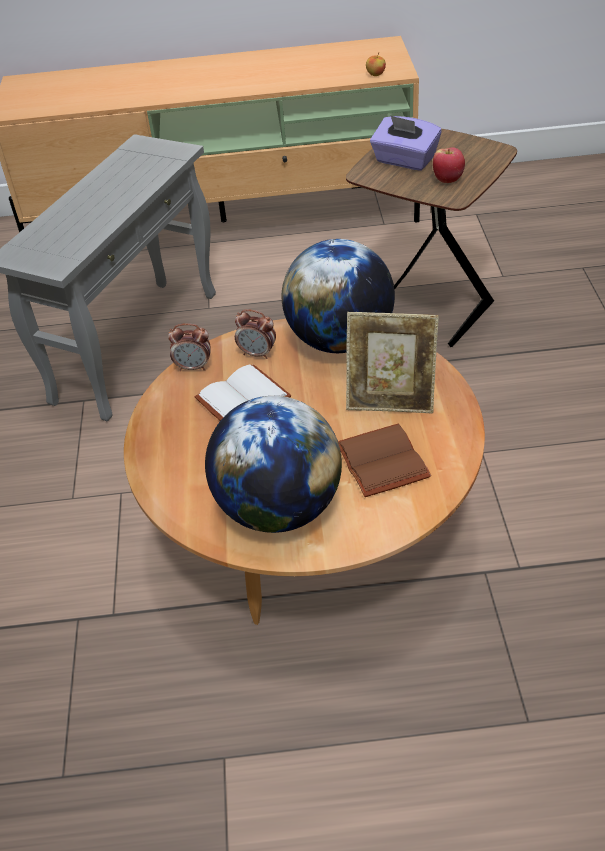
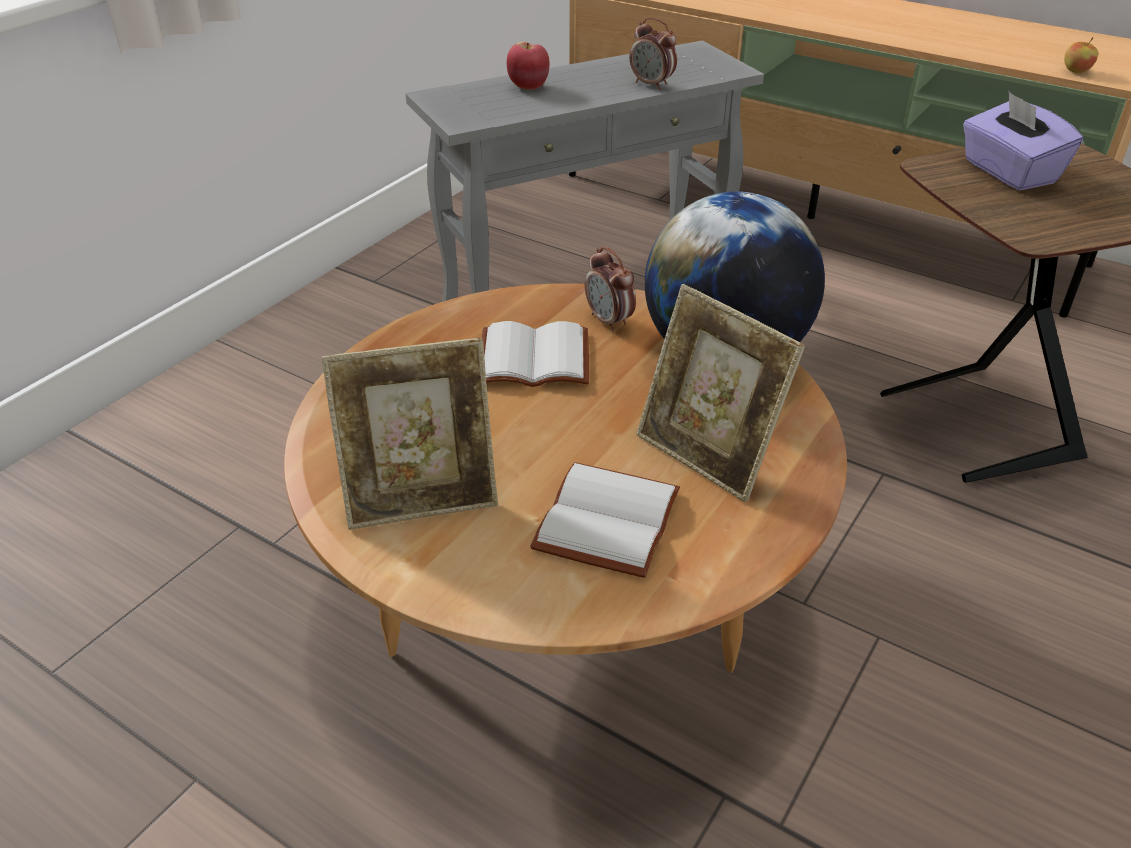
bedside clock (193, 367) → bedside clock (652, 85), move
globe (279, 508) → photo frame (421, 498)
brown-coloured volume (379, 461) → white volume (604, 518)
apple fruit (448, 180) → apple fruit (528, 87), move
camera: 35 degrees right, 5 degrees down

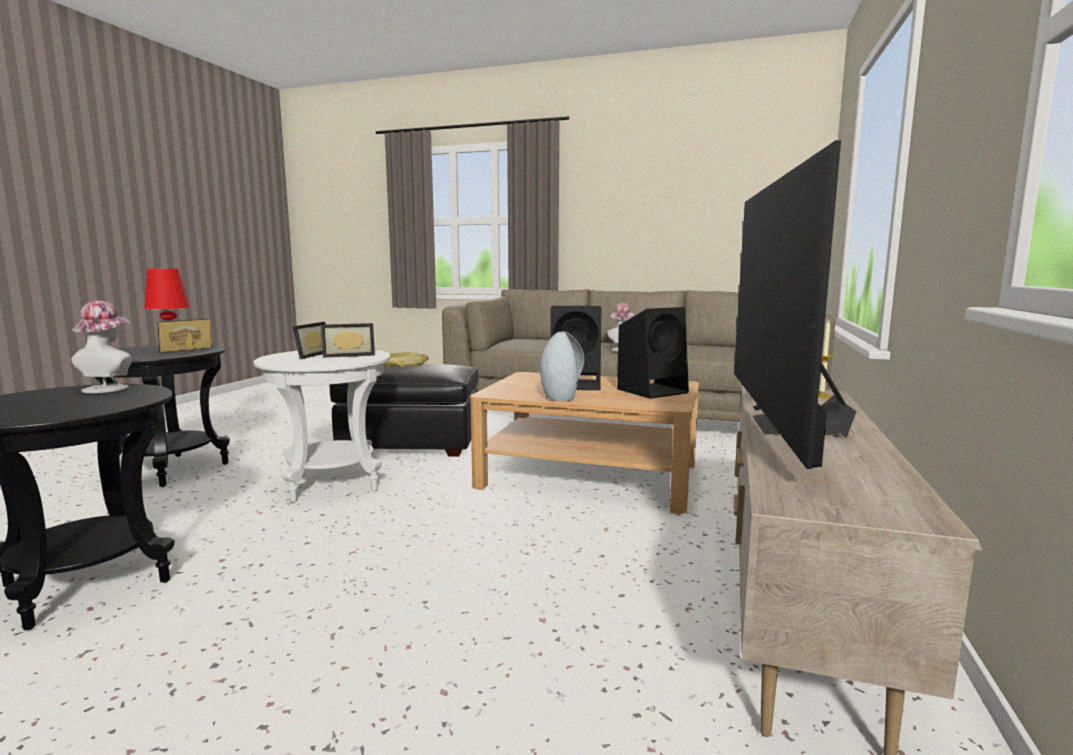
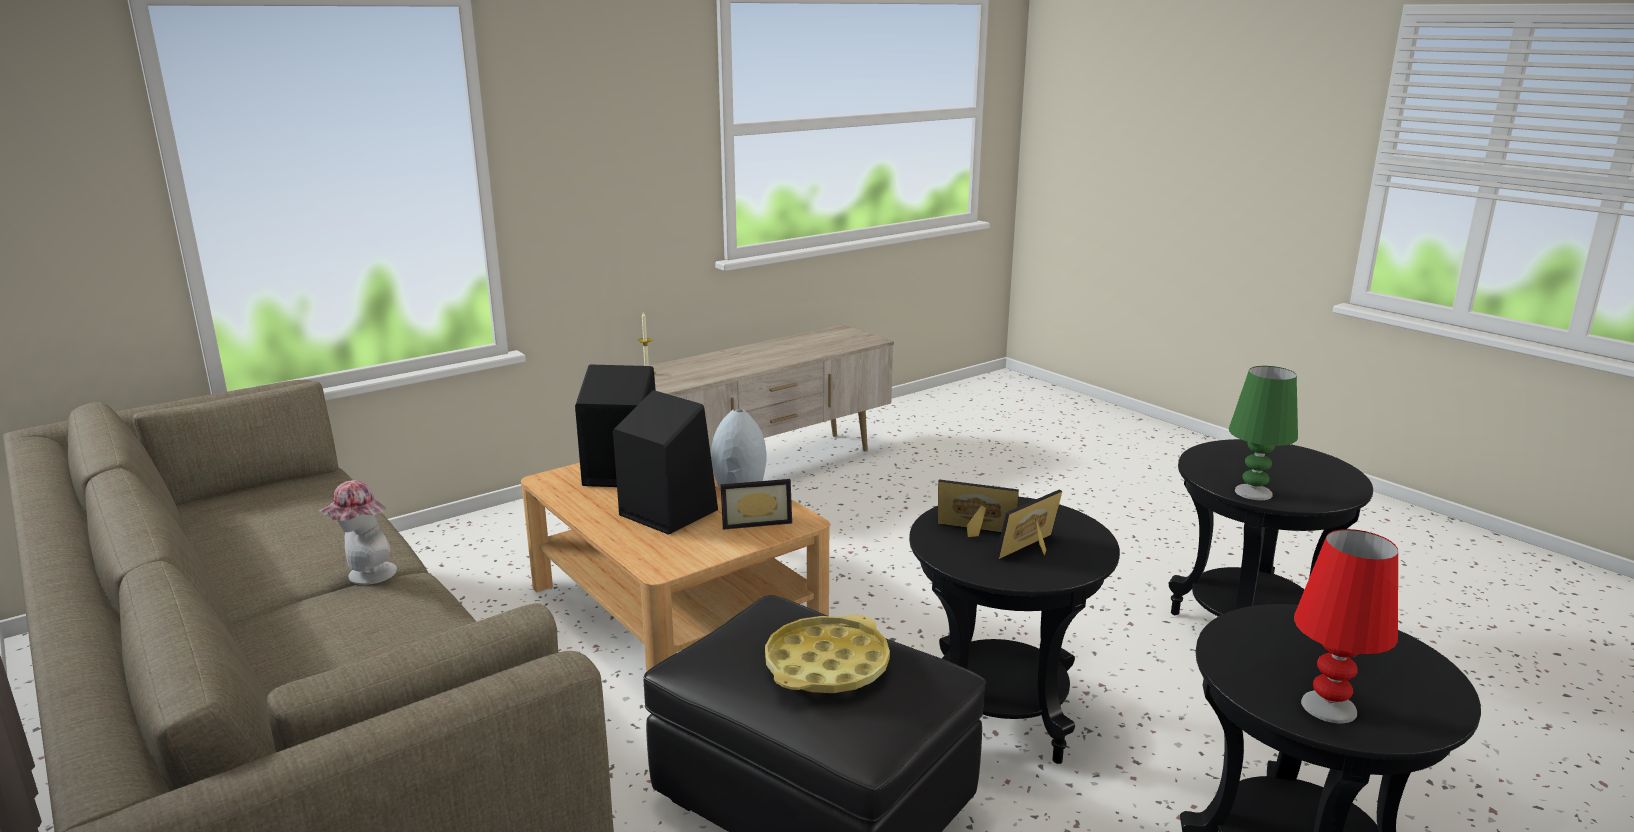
hat (109, 388) → green tabletop lamp (1254, 492)
photo frame (188, 350) → photo frame (756, 521), move
white accent table (332, 483) → black-coloured accent table (1000, 718)
television (783, 426) → -
camera: 145 degrees left, 10 degrees up

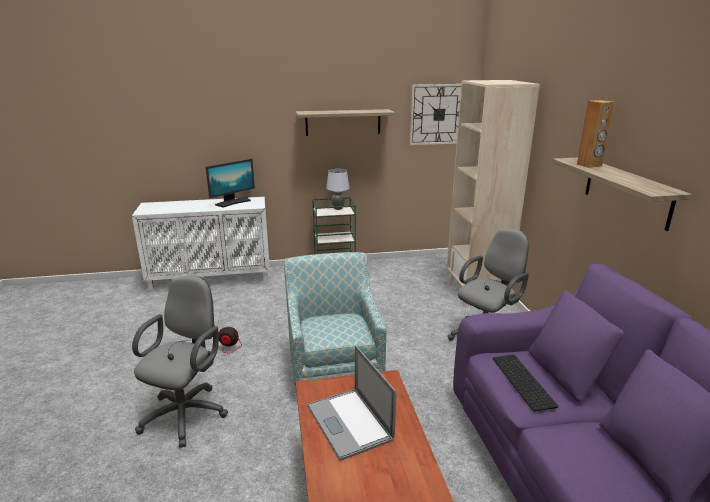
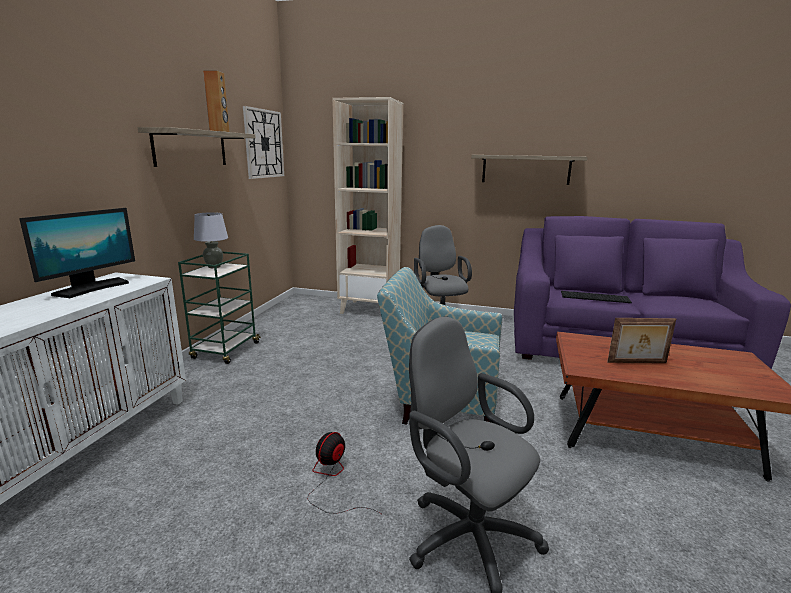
monitor (233, 202) → monitor (92, 288), 45 degrees clockwise
laptop (349, 422) → photo frame (637, 363)
brown-coloured audio speaker (589, 165) → brown-coloured audio speaker (220, 131), move
camera: 65 degrees left, 5 degrees down

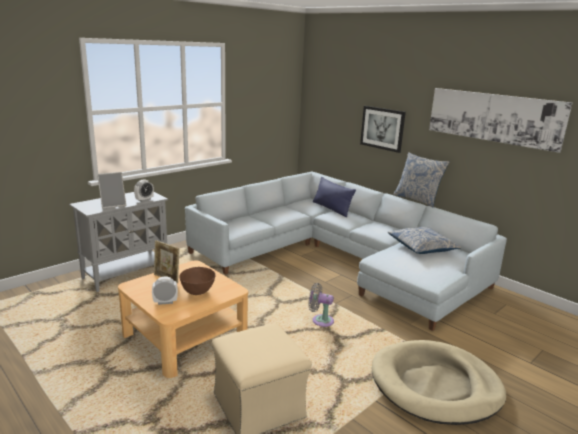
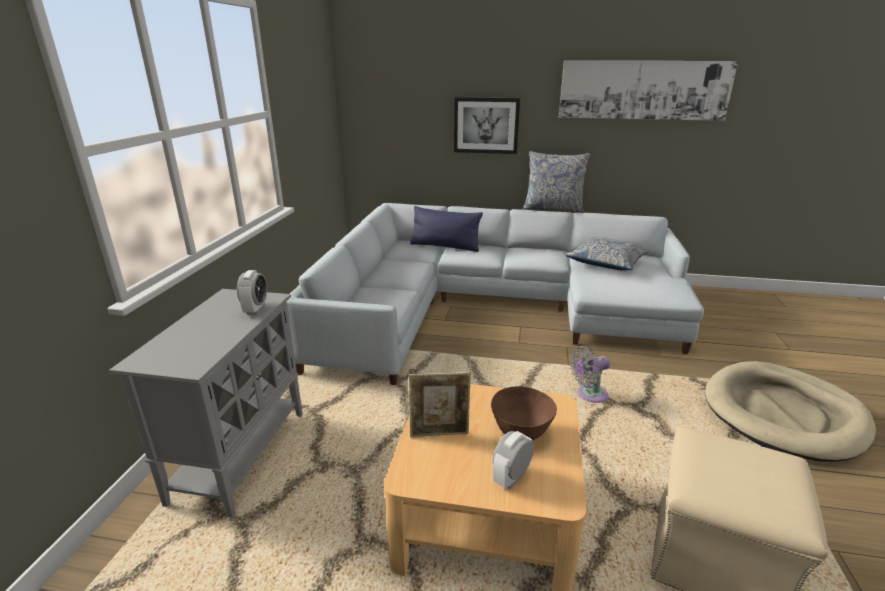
photo frame (113, 204) → -
camera: 35 degrees left, 5 degrees up

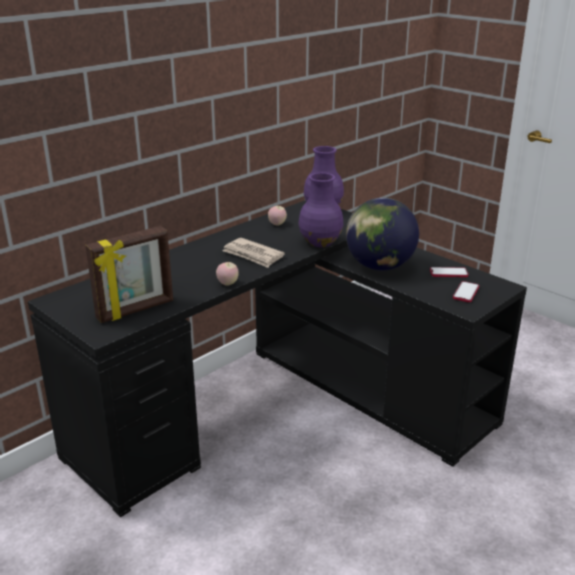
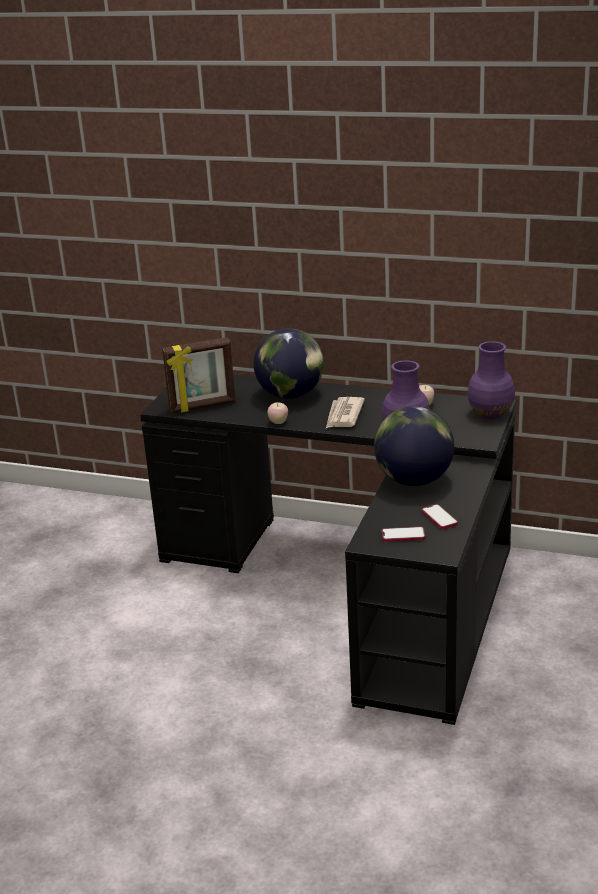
photo frame (136, 310) → photo frame (202, 406), 45 degrees counterclockwise
- → globe (291, 395)
camera: 65 degrees right, 0 degrees up

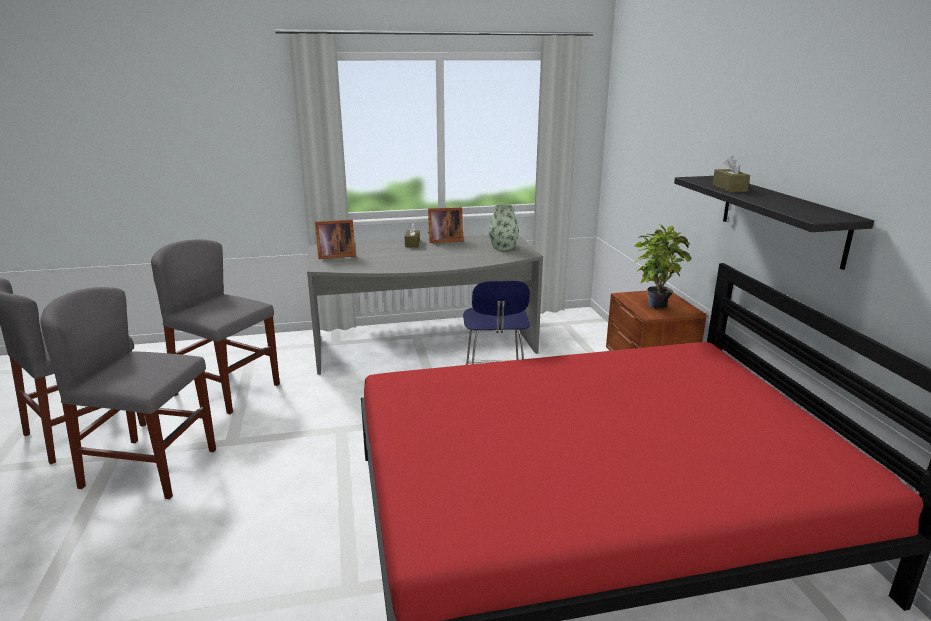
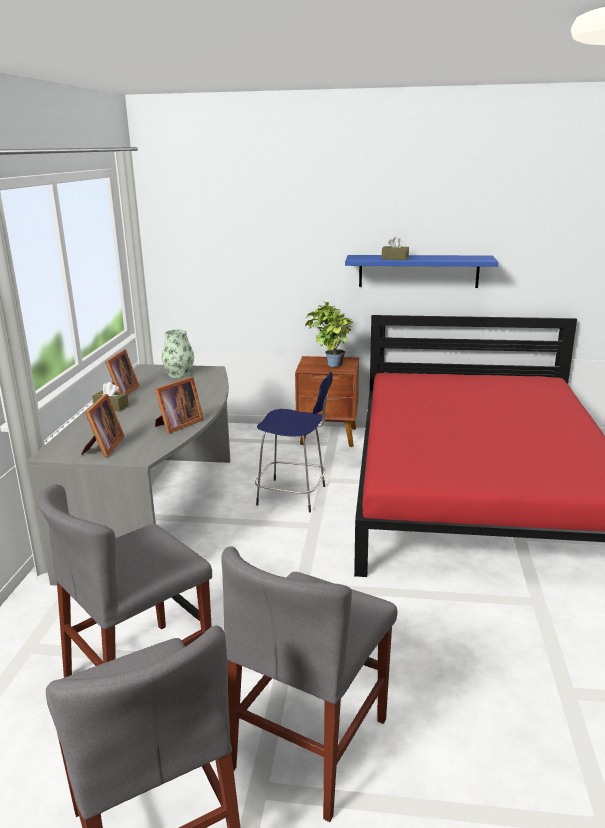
black-coloured shelf (781, 218) → blue-coloured shelf (418, 271)
- → photo frame (177, 425)
camera: 70 degrees left, 0 degrees up

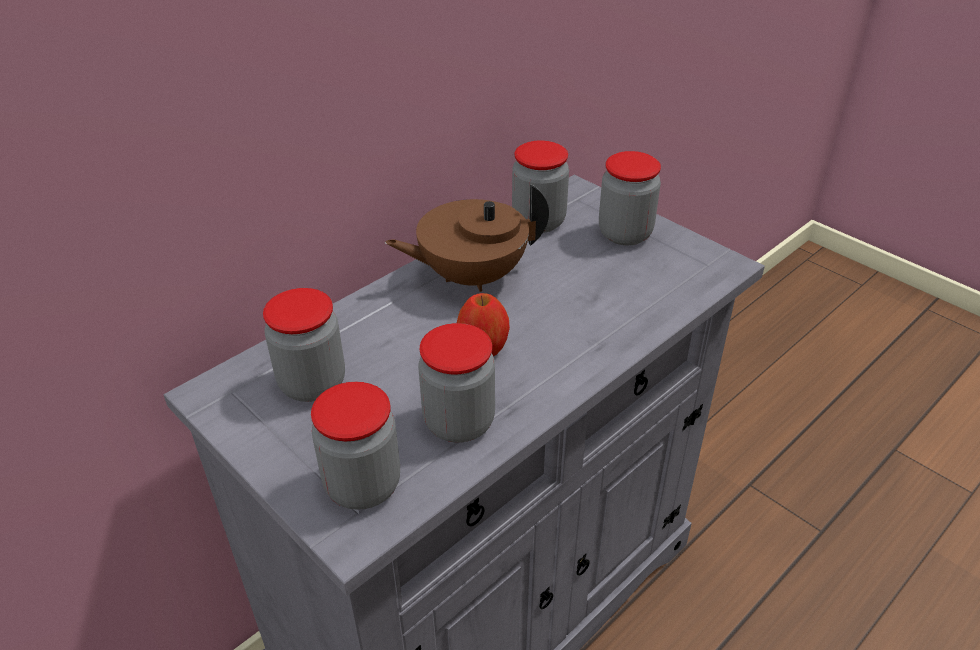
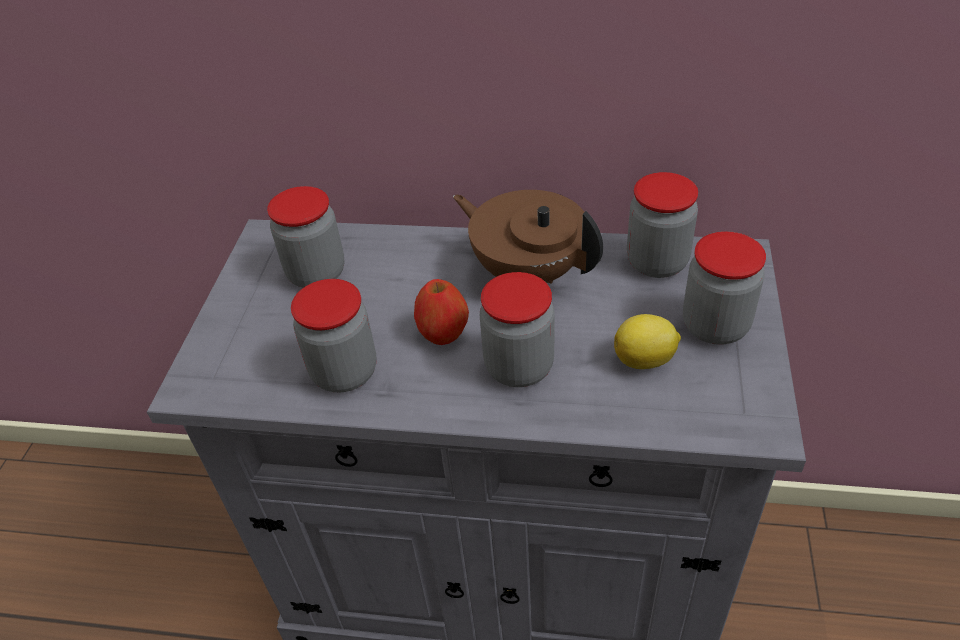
preserve jar (363, 485) → preserve jar (519, 367), move
- → citrus fruit (645, 360)
camera: 55 degrees right, 5 degrees up

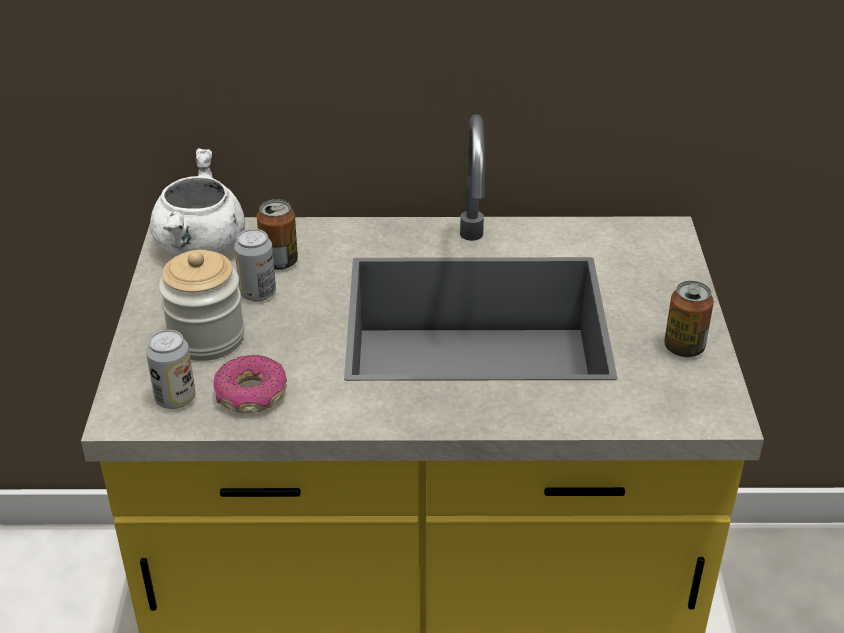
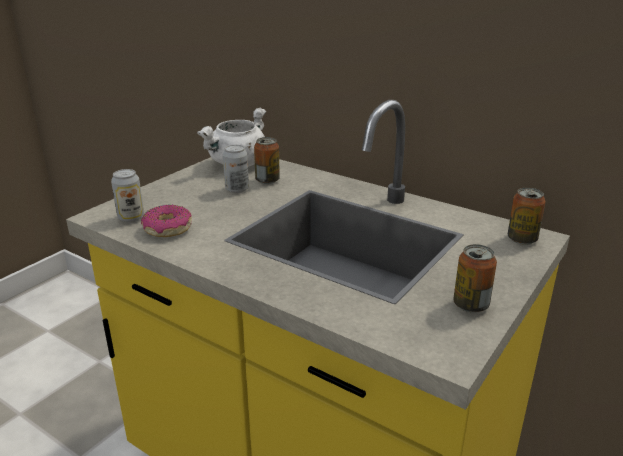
preserve jar (206, 338) → -
- → metal can (522, 239)
camera: 35 degrees right, 10 degrees down

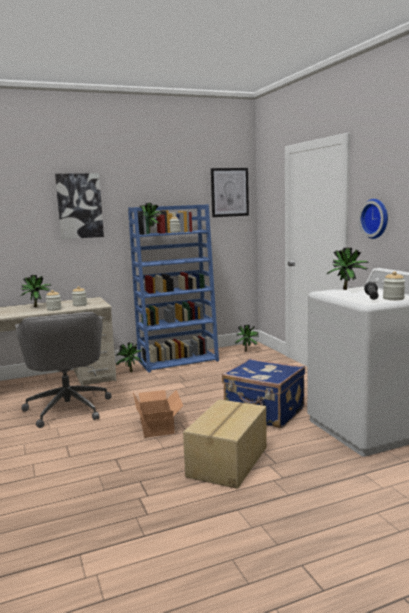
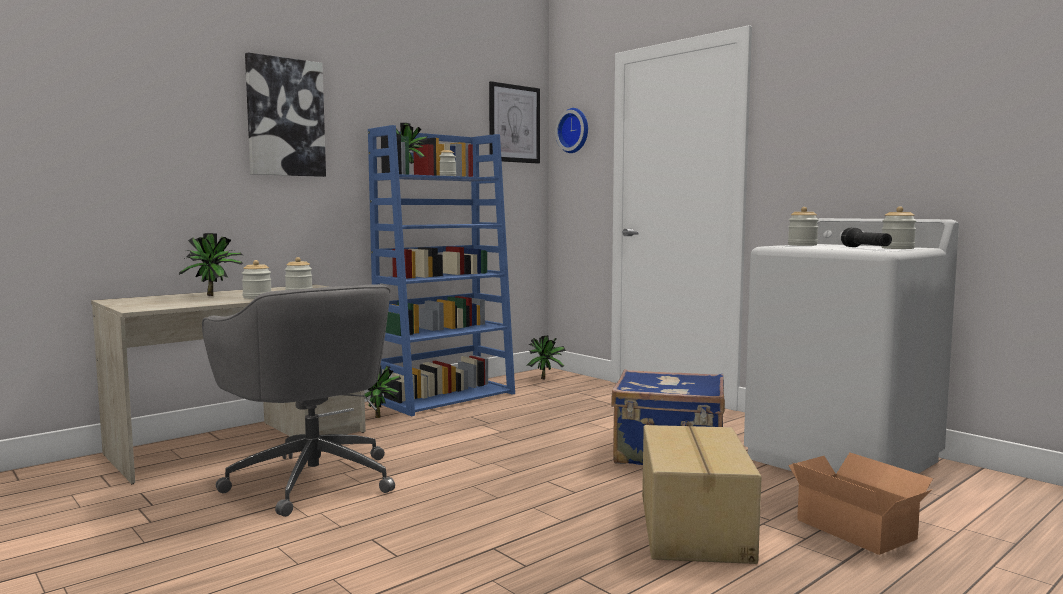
carton (158, 425) → carton (855, 527), move
houseplant (348, 289) → preserve jar (802, 245)
clock on the wall (376, 218) → clock on the wall (574, 130), move
camera: 20 degrees left, 5 degrees down

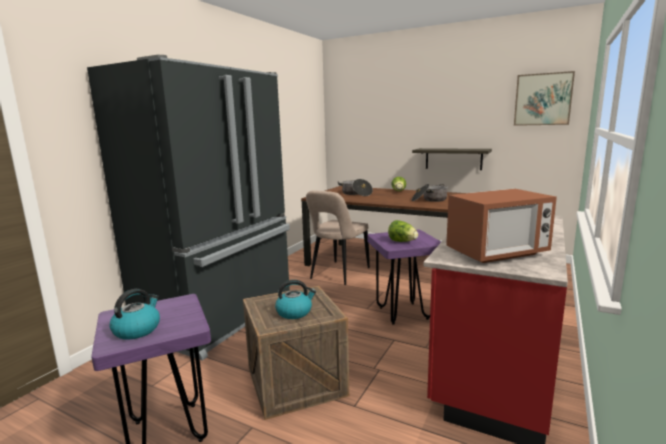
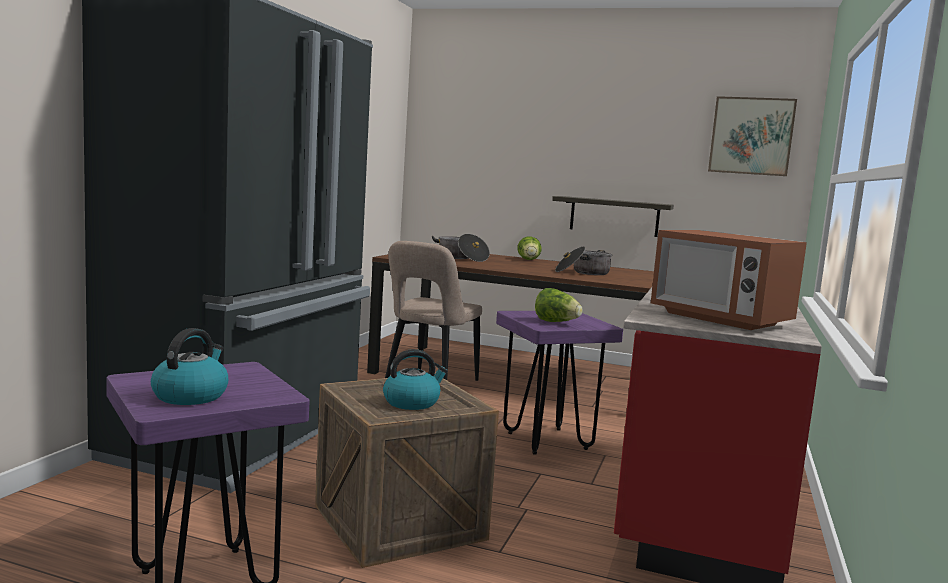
microwave (497, 253) → microwave (720, 319), 75 degrees clockwise
camera: 10 degrees left, 5 degrees down

